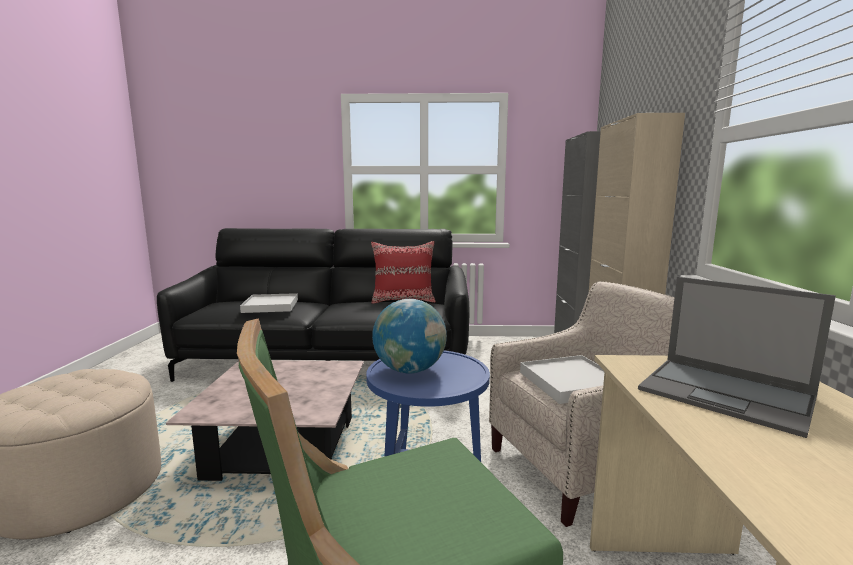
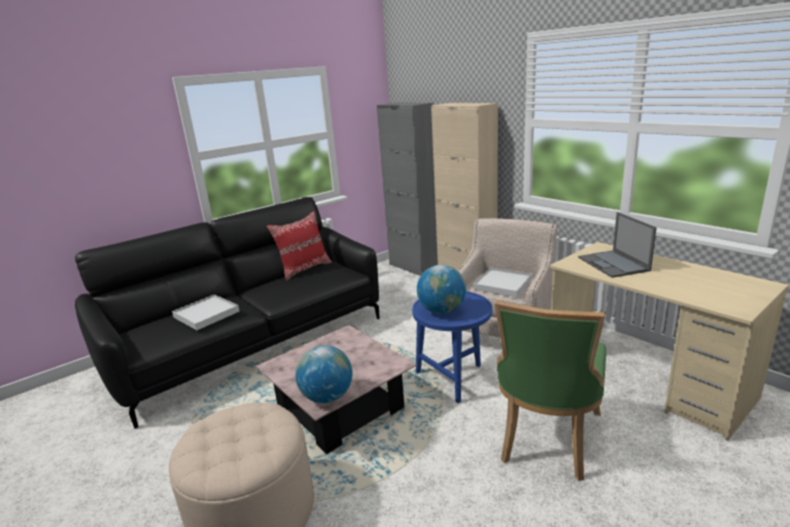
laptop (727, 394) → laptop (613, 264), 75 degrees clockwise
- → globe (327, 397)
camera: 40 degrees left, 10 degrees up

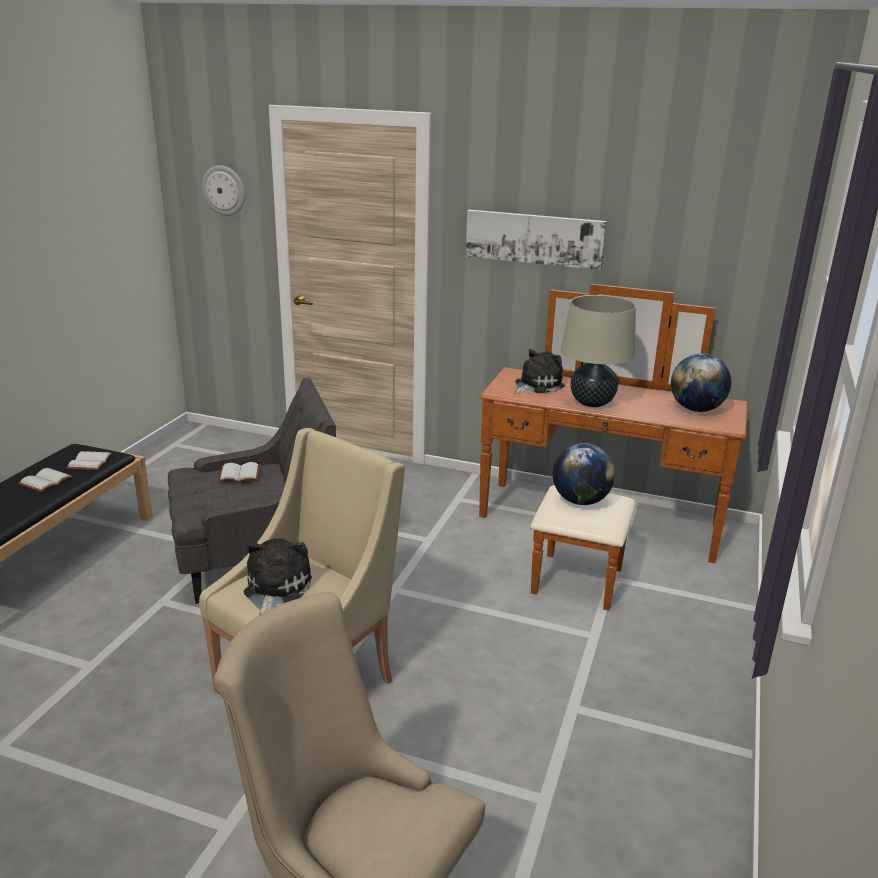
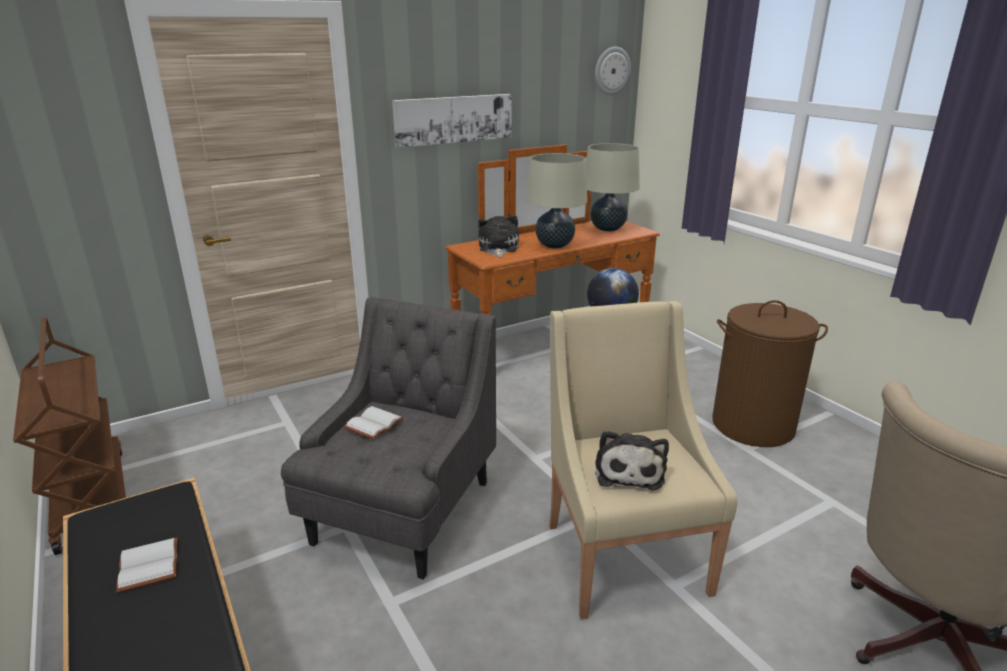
white volume (89, 462) → -
clock on the wall (224, 190) → clock on the wall (612, 71), move
plush toy (275, 589) → plush toy (629, 471), 135 degrees counterclockwise
globe (696, 409) → beige tabletop lamp (607, 229)
- → brown-coloured trolley (90, 498)
- → brown-coloured washing basket (753, 425)
camera: 50 degrees left, 0 degrees up

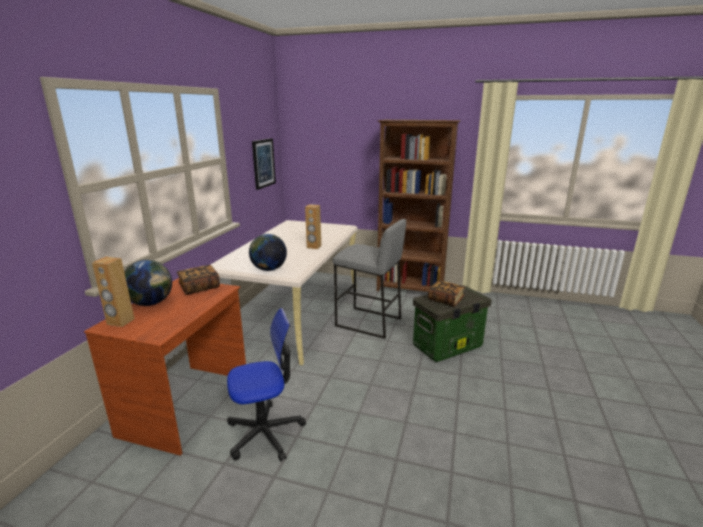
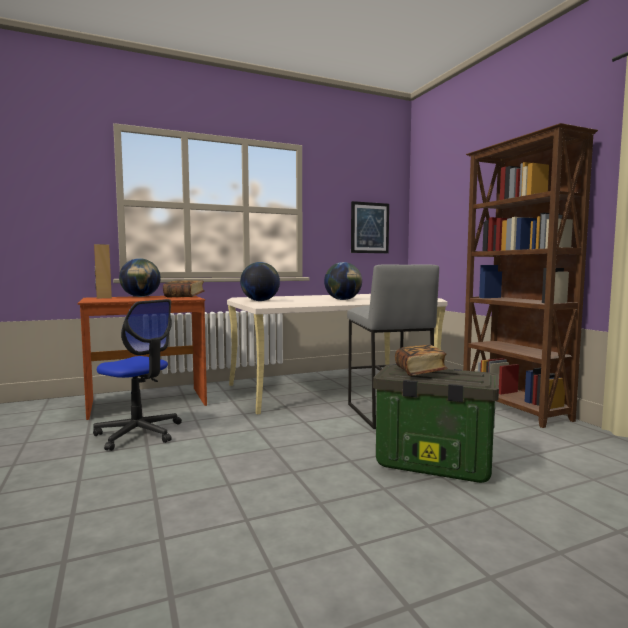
brown-coloured audio speaker (314, 247) → globe (343, 300)
camera: 50 degrees right, 15 degrees down

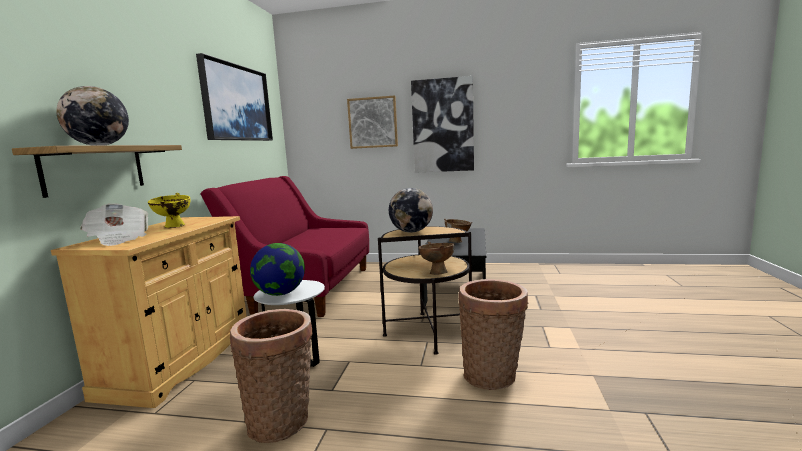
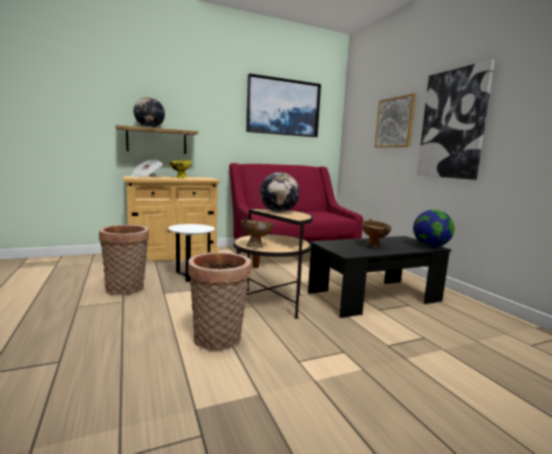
globe (280, 293) → globe (430, 246), move
camera: 55 degrees right, 0 degrees up

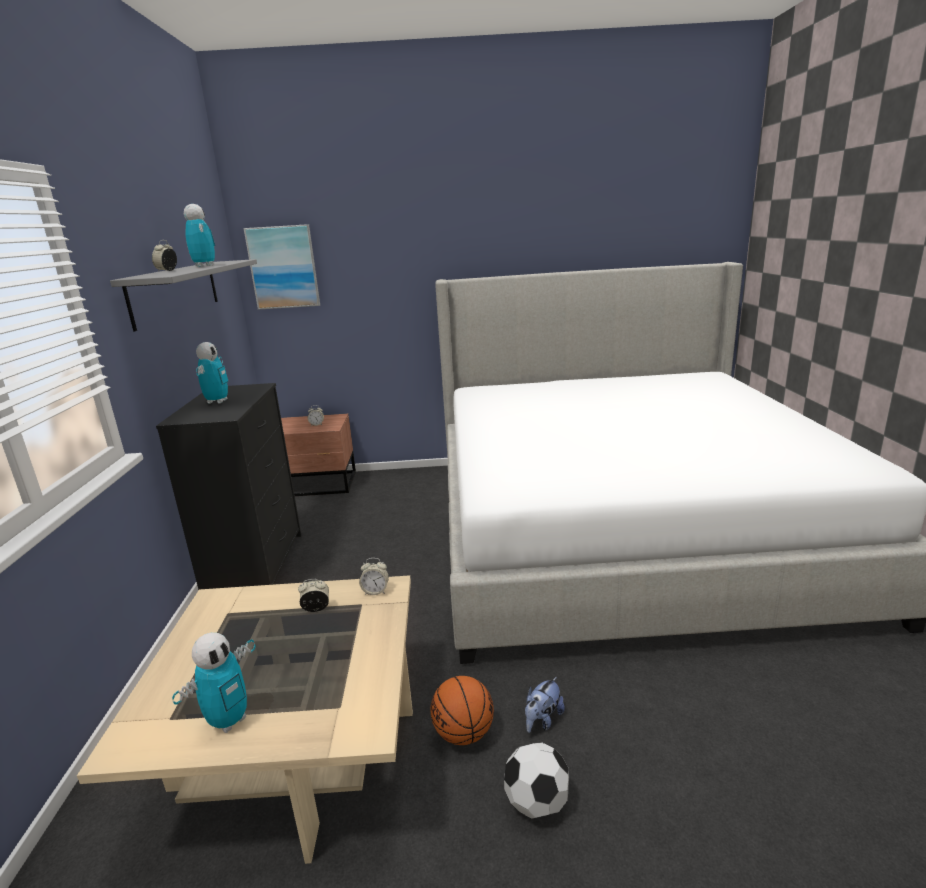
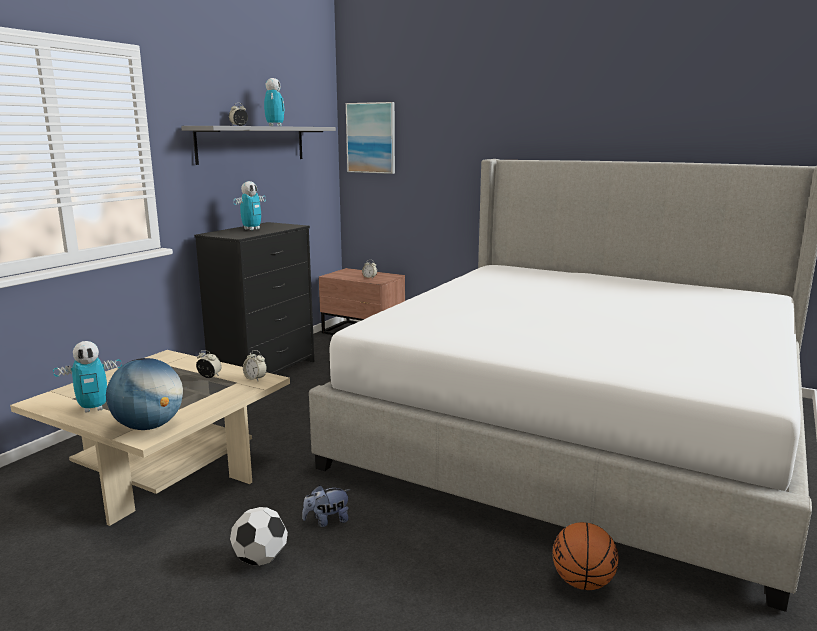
basketball ball (463, 733) → basketball ball (582, 582), move
- → globe (149, 426)
camera: 30 degrees right, 5 degrees down

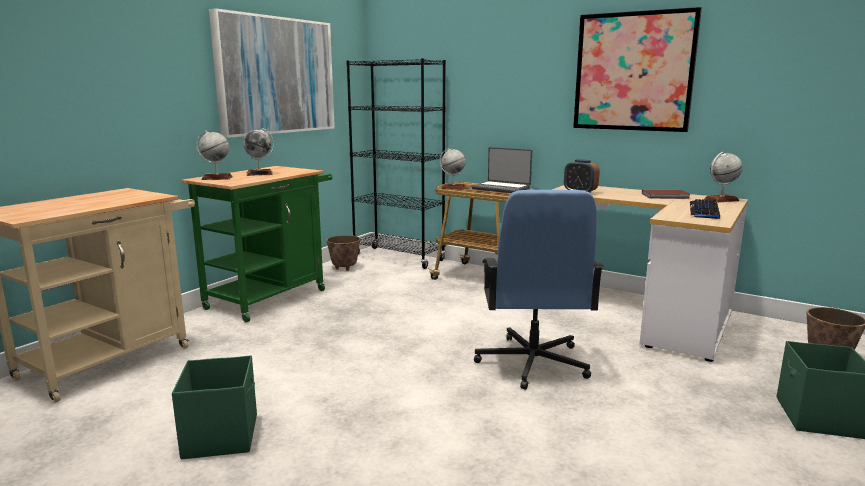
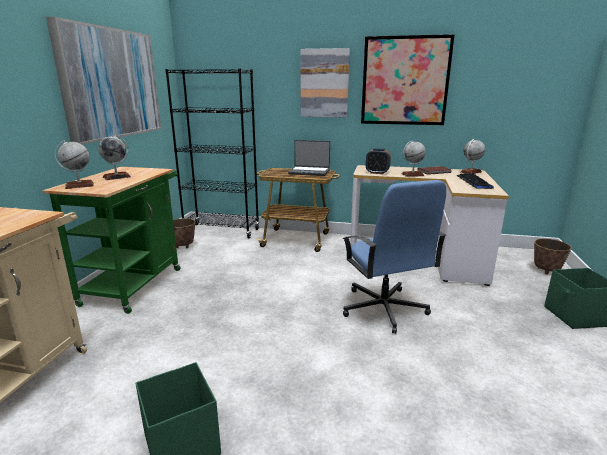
globe (453, 187) → globe (412, 175), move
- → wall picture (324, 83)
camera: 20 degrees left, 5 degrees up

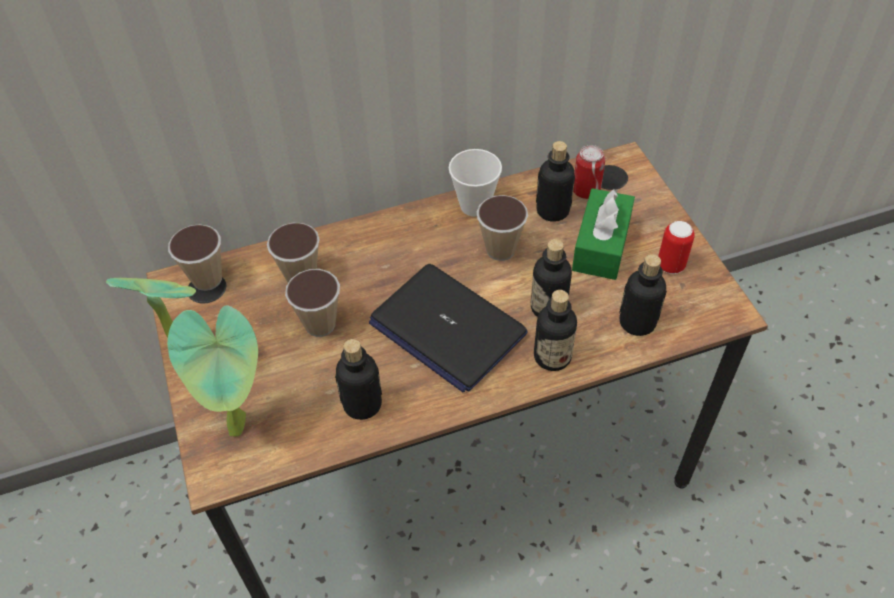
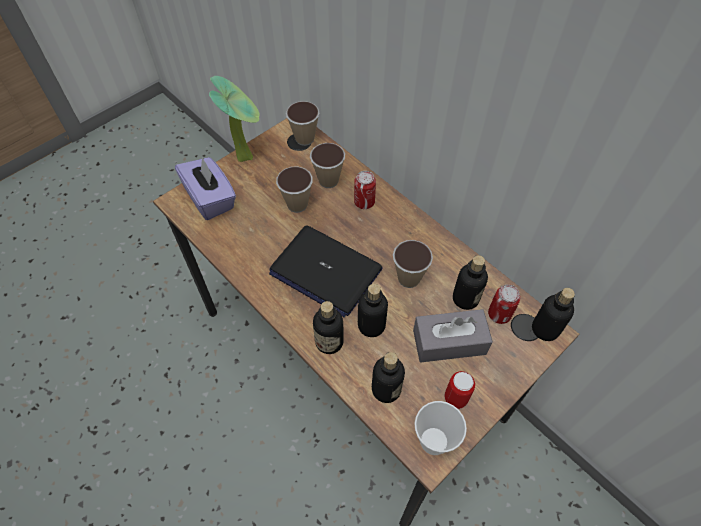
houseplant (242, 427) → purple tissue holder (211, 199)
drink bottle (362, 404) → drink bottle (545, 329), move
laptop (446, 328) → laptop (325, 271), 75 degrees counterclockwise
small cup (475, 205) → small cup (434, 441), move
green tissue holder (601, 245) → gray tissue holder (449, 342)
- → metal can (364, 202)
camera: 65 degrees right, 5 degrees up

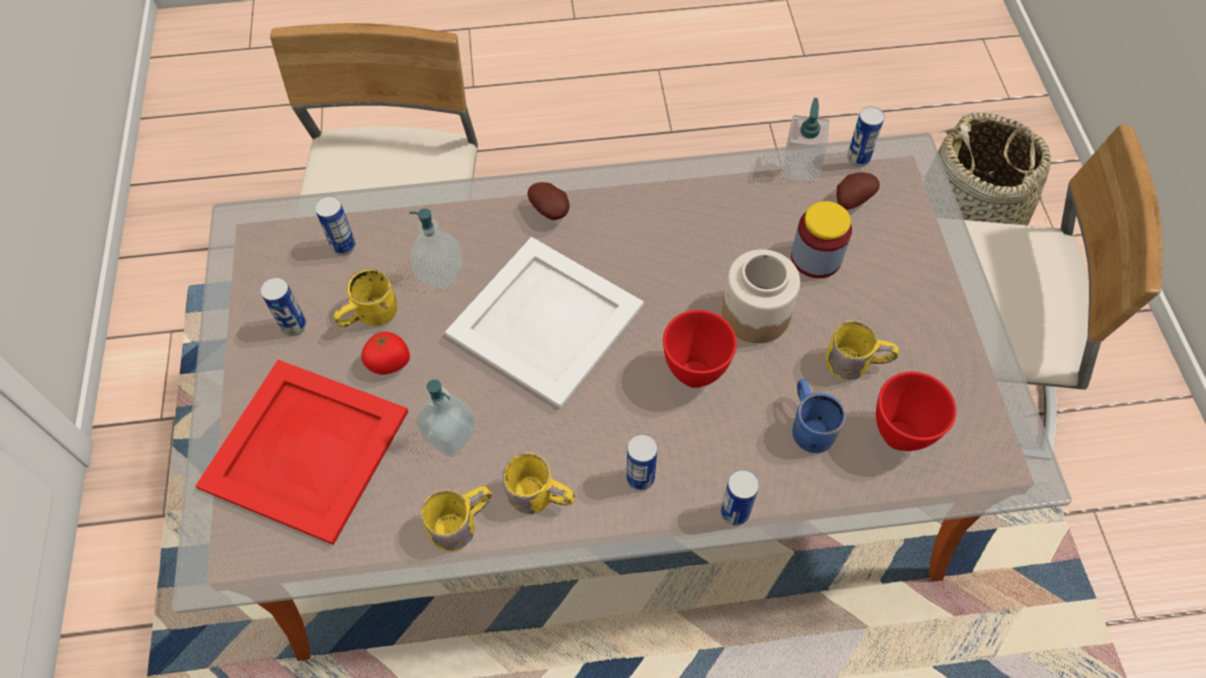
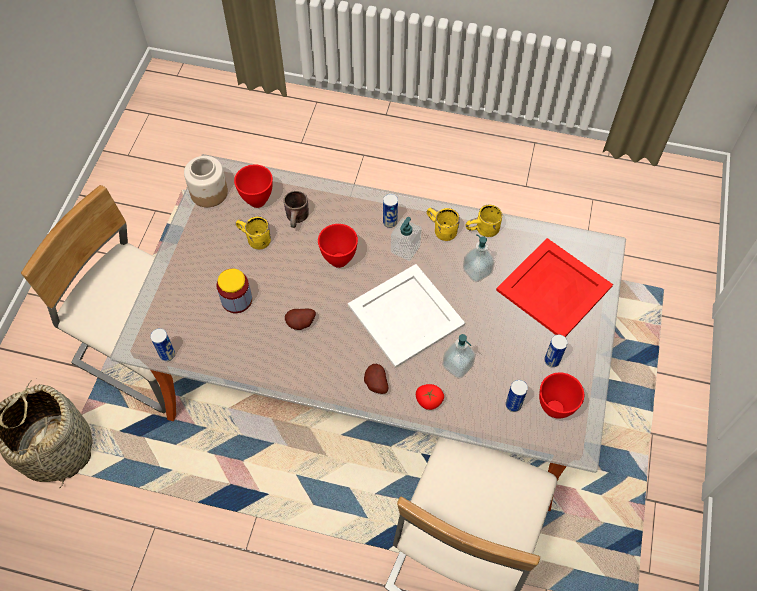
yellowish coffee mug (372, 318) → -
whole tomato (389, 362) → whole tomato (428, 401), move
metal can (735, 512) → -
preserve jar (755, 313) → preserve jar (209, 193), move
soap dispenser (801, 166) → soap dispenser (405, 249), move
blue-coloured coffee mug (805, 426) → brown-coloured coffee mug (298, 218)
whole potato (851, 200) → whole potato (301, 324), move
- → reddish deep dish (554, 408)
camera: 160 degrees left, 0 degrees up

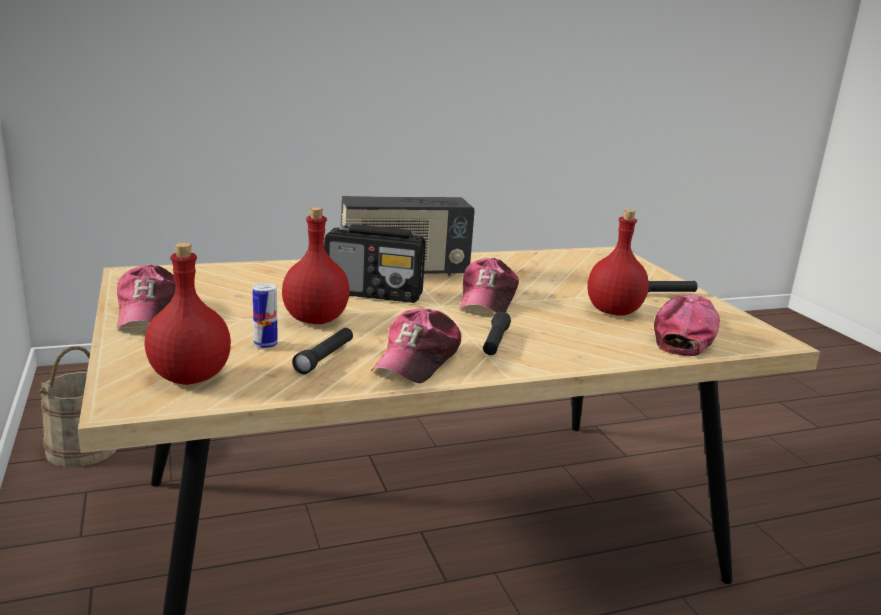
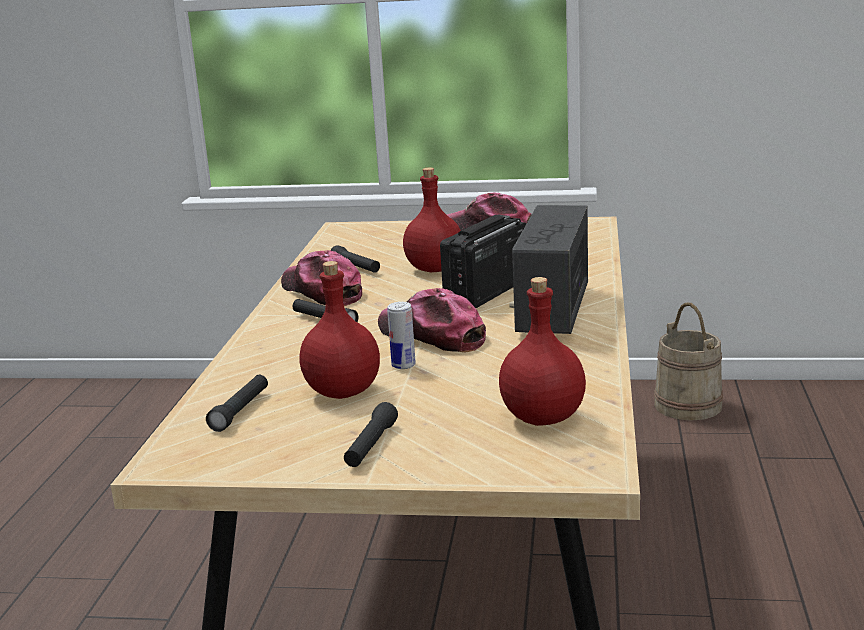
reddish drink bottle (190, 378) → reddish drink bottle (541, 418), move
metal can (265, 344) → metal can (403, 365), move
peaked cap (685, 336) → black-coloured flashlight (240, 411)
camera: 120 degrees right, 0 degrees up

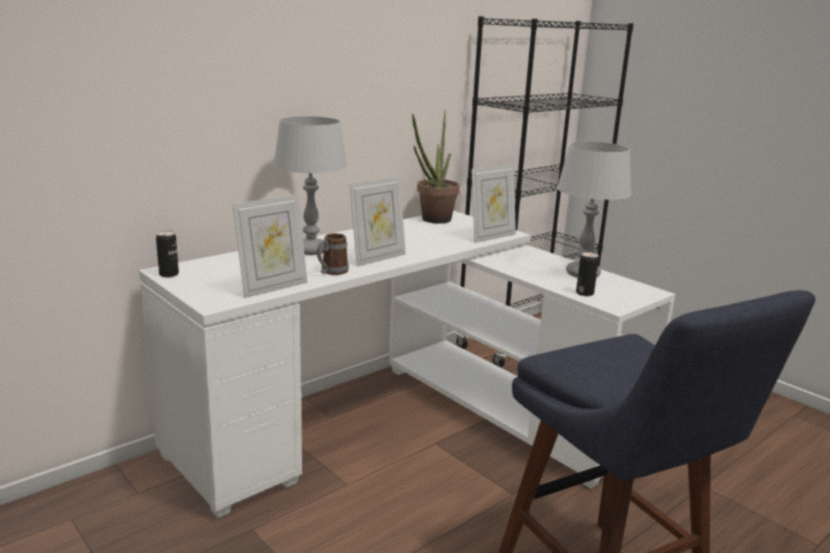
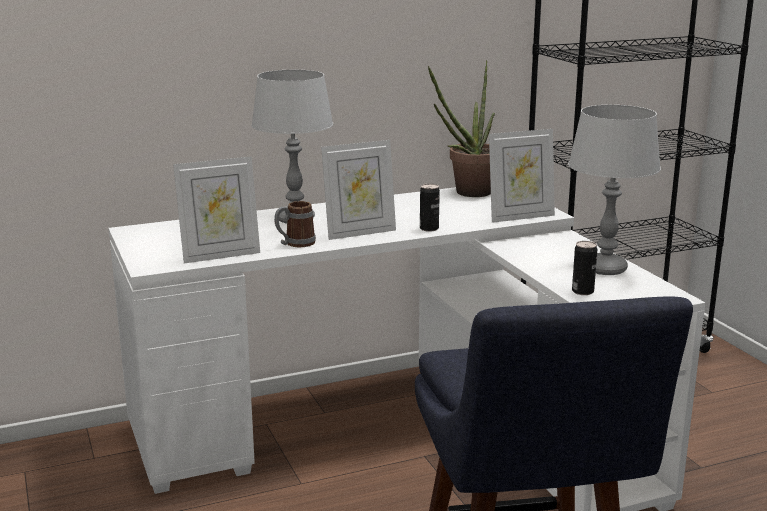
metal can (169, 274) → metal can (429, 228), move
camera: 20 degrees right, 0 degrees up

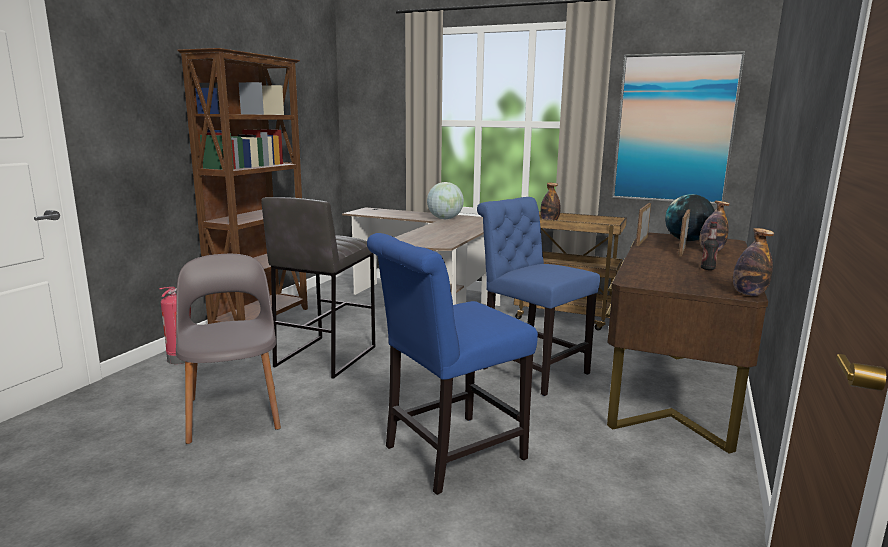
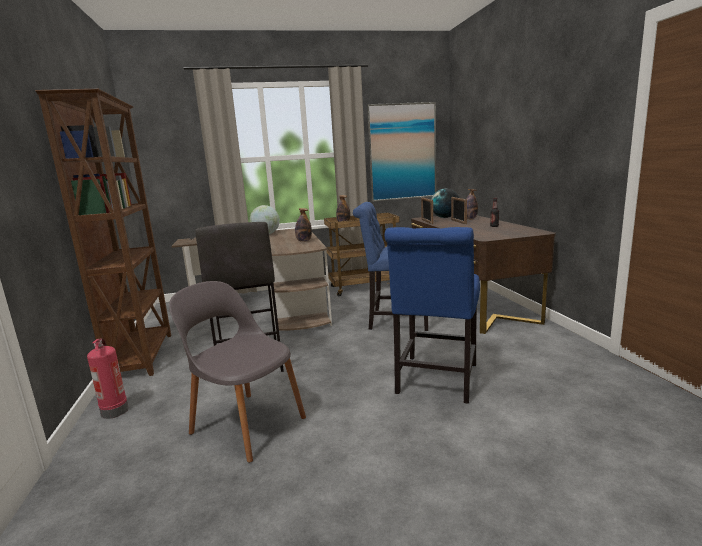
drink bottle (748, 294) → drink bottle (304, 241), move
camera: 35 degrees left, 0 degrees up

